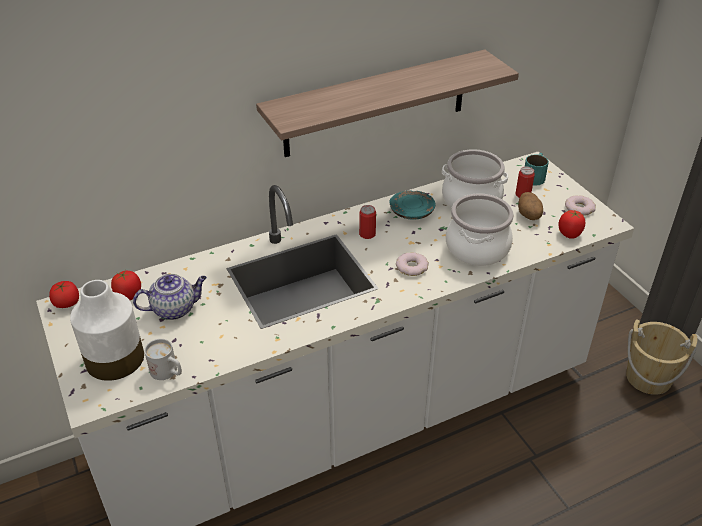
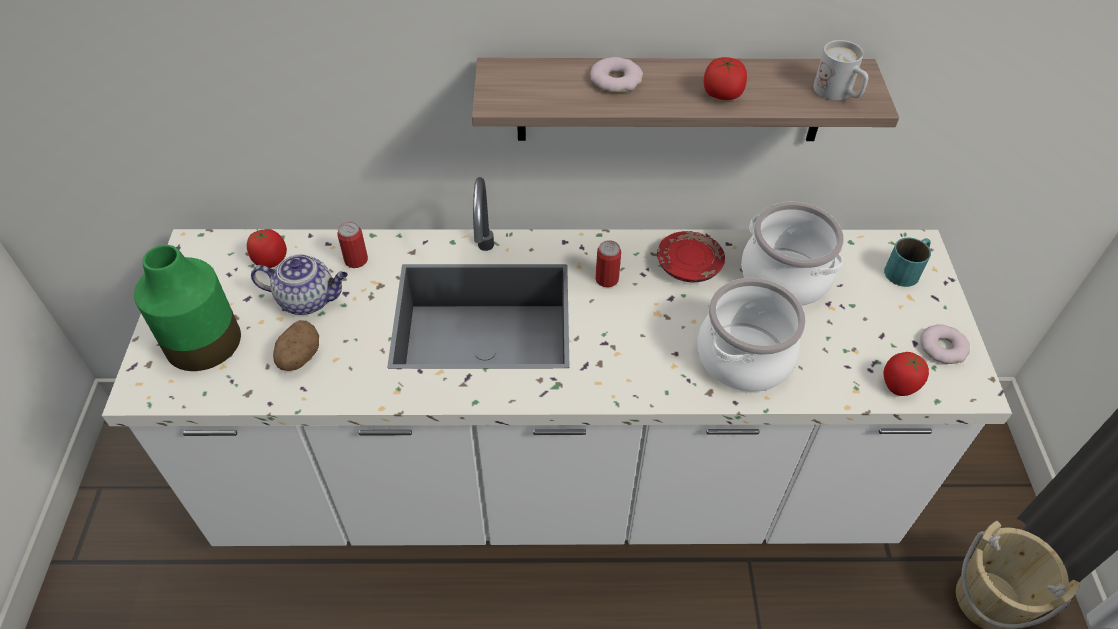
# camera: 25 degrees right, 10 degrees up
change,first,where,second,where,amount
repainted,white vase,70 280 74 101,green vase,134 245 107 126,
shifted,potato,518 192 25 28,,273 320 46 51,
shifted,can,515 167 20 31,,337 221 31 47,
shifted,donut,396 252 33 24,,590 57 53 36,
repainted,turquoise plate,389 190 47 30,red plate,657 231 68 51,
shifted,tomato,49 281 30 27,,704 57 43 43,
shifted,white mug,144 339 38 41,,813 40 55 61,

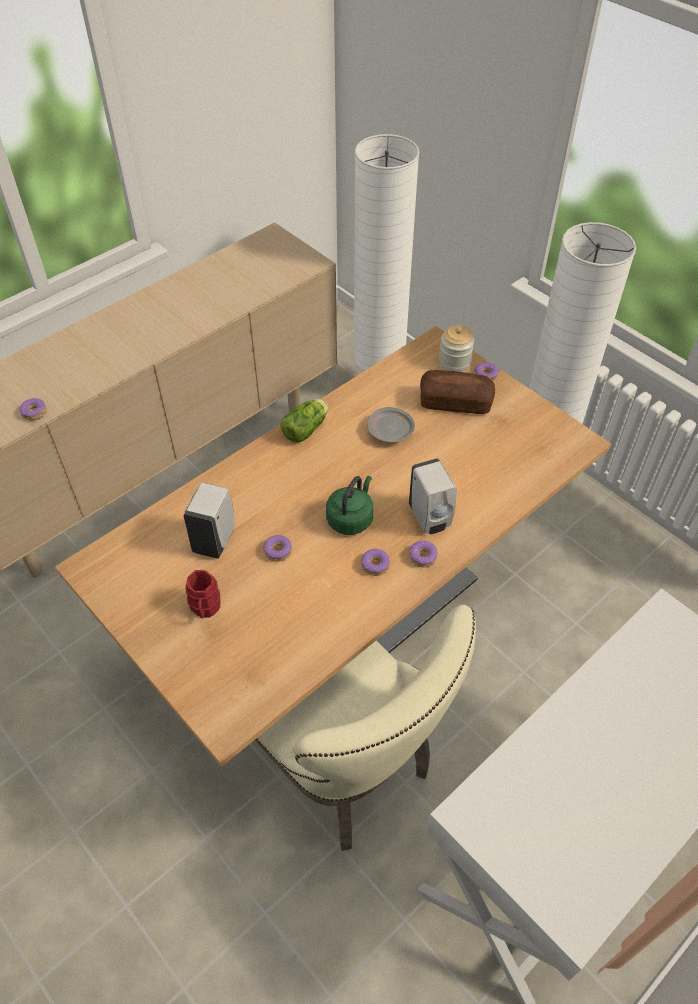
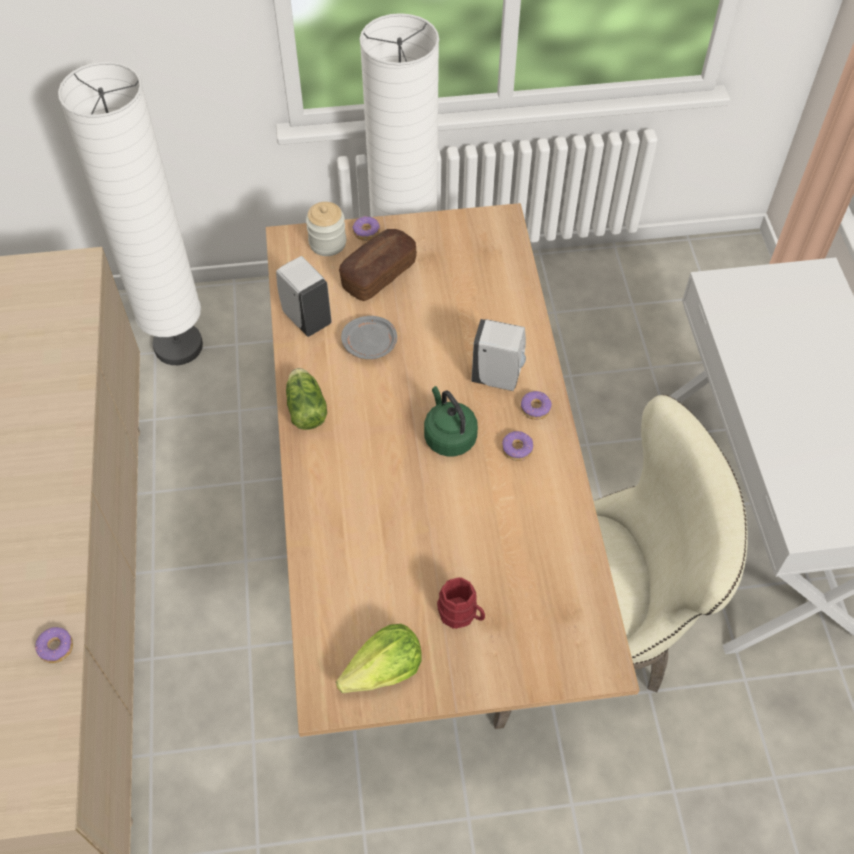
# camera: 55 degrees left, 5 degrees up
change,first,where,second,where,amount
shifted,white soap dispenser,183 483 52 76,,276 256 56 81,
new,,,lettuce,336 624 85 69,
gone,donut,263 535 29 27,,,

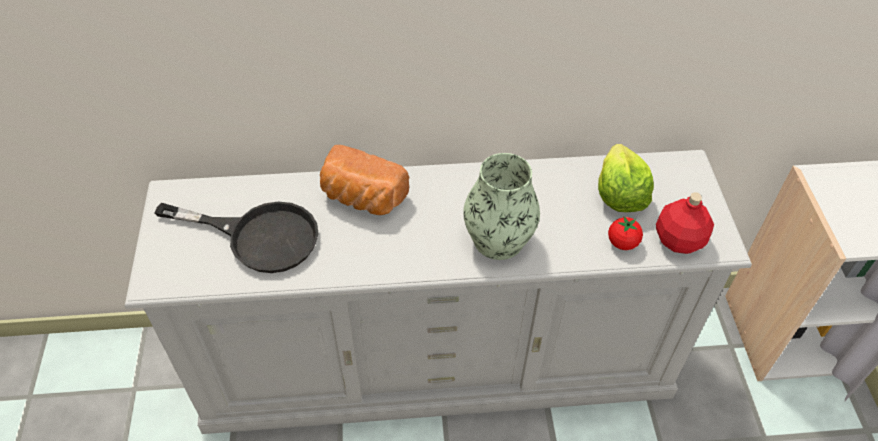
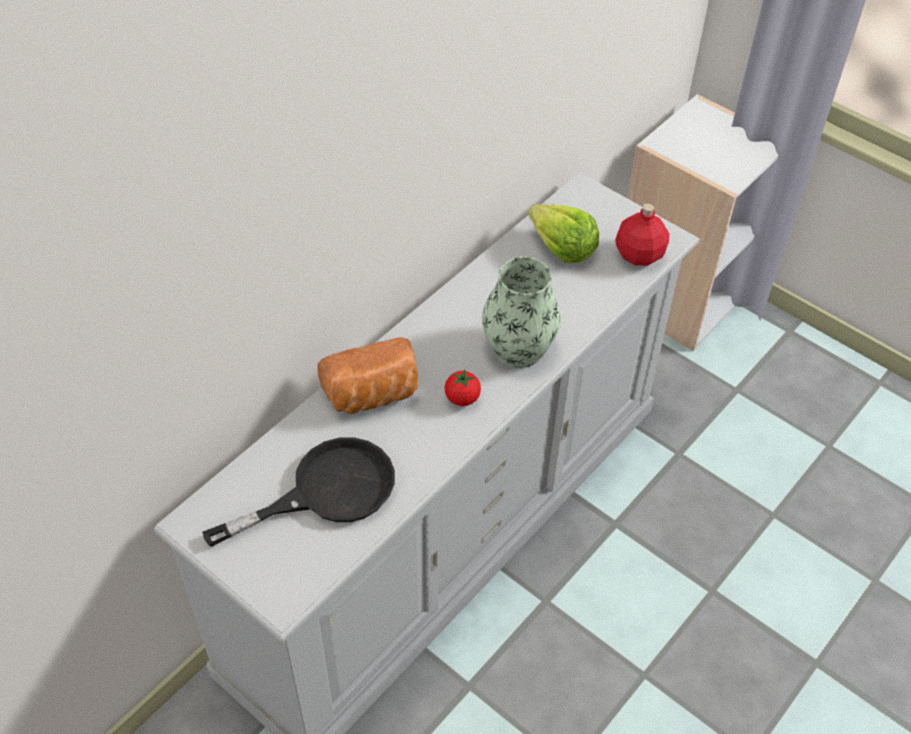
# camera: 45 degrees left, 0 degrees up
change,first,where,second,where,amount
shifted,tomato,608 216 35 34,,444 369 37 37,

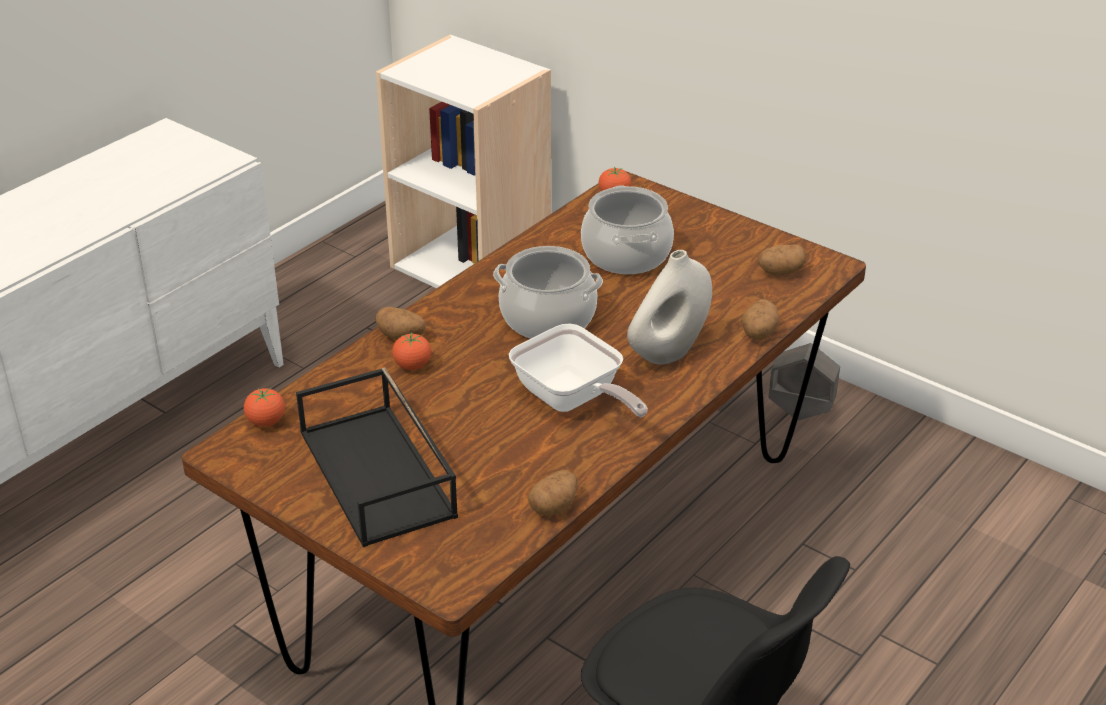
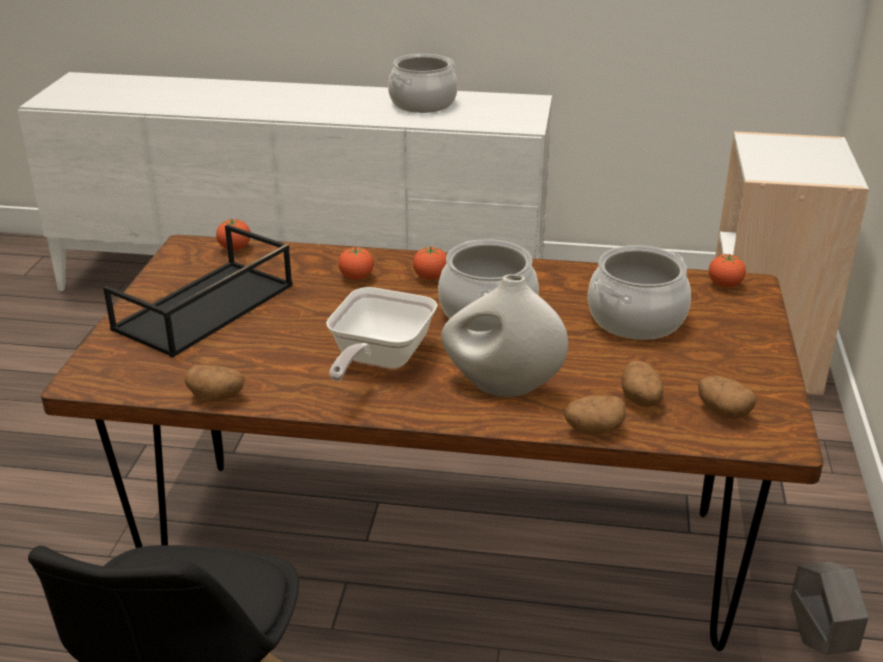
# camera: 60 degrees right, 5 degrees down
change,first,where,second,where,amount
new,,,cooking pot,388 54 70 59,
new,,,tomato,413 247 33 33,
shifted,potato,375 307 51 33,,622 360 41 47,

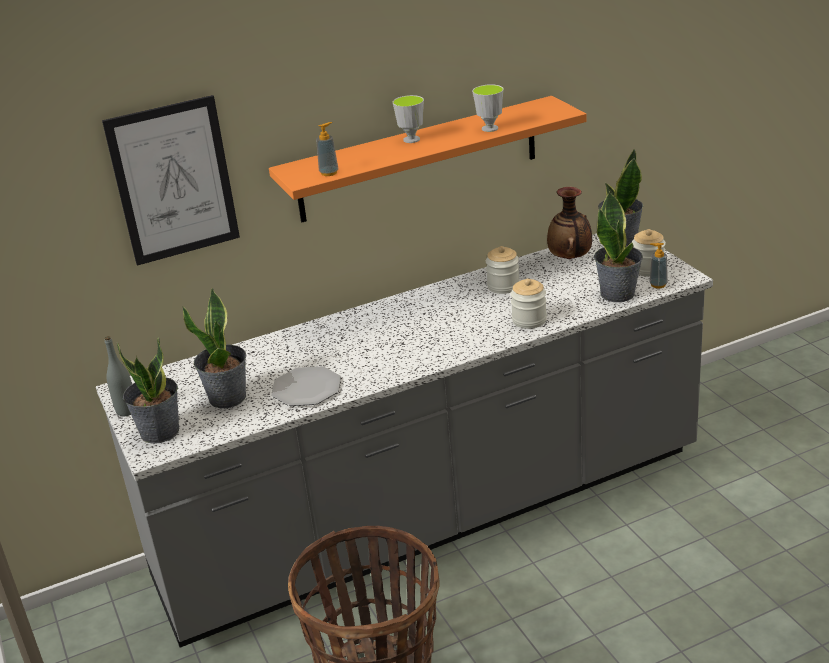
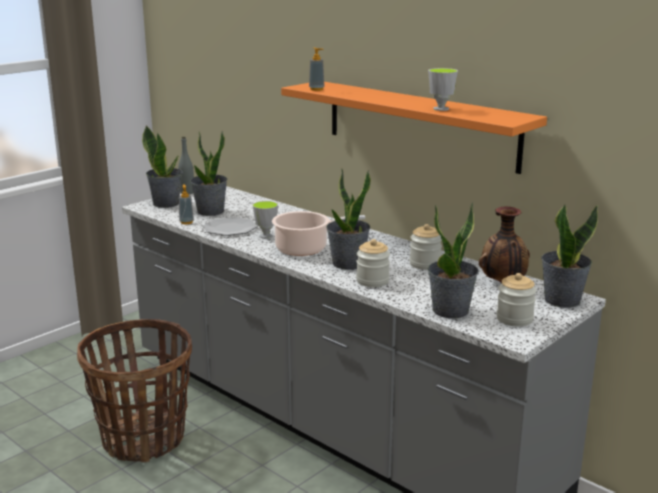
# camera: 65 degrees right, 10 degrees down
change,first,where,second,where,amount
shifted,soap dispenser,649 243 19 45,,179 184 15 40,
shifted,cup,393 95 31 48,,253 201 25 38,
new,,,cooking pot,272 211 93 45,
new,,,potted plant,326 169 45 101,
gone,picture,102 95 138 171,,,

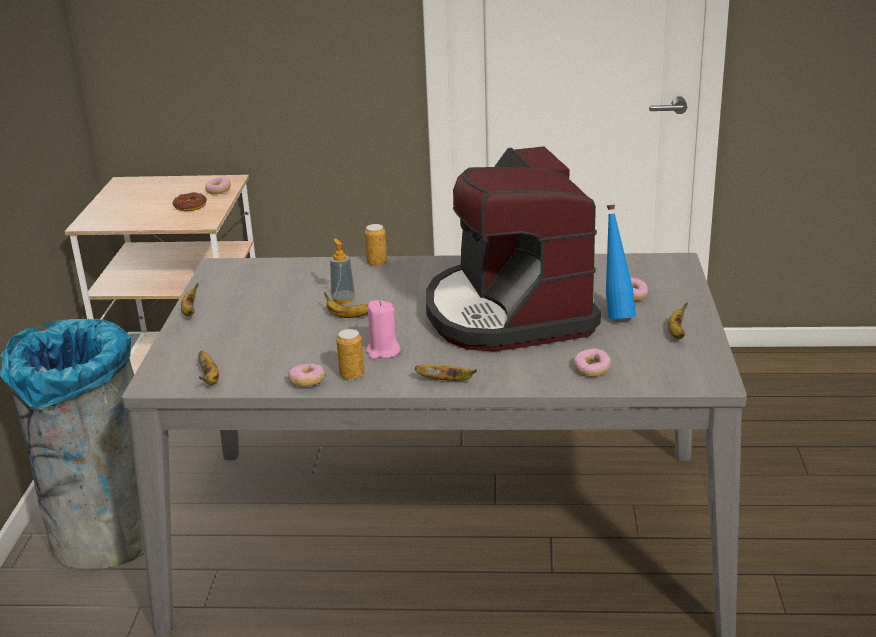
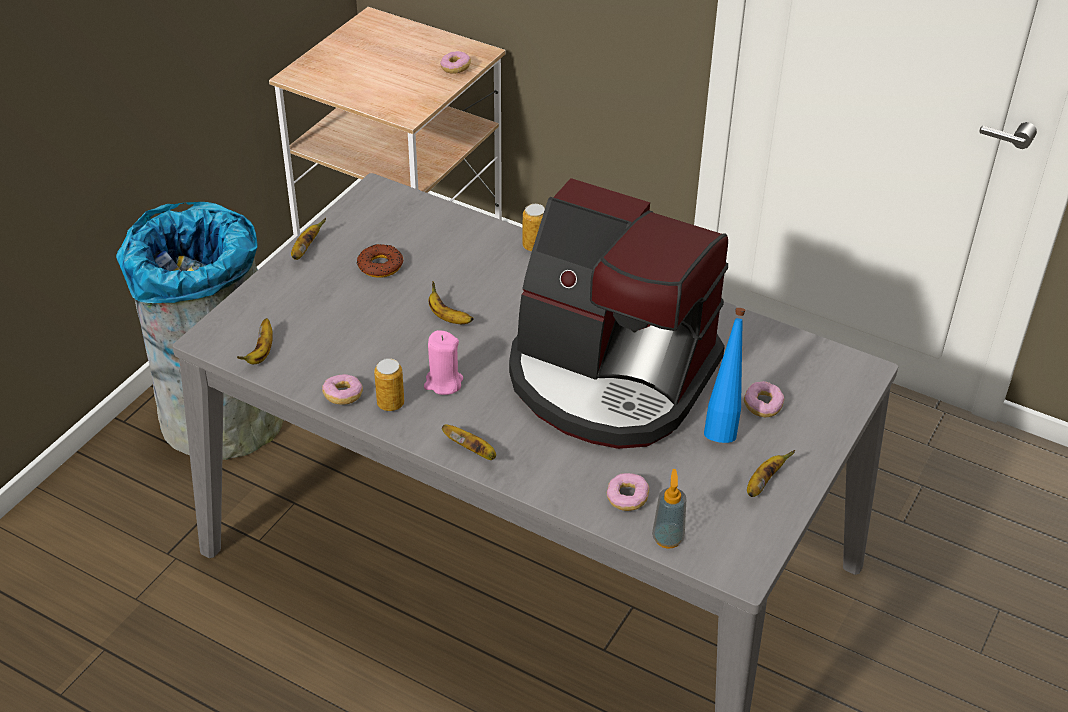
# camera: 25 degrees right, 15 degrees up
change,first,where,second,where,amount
shifted,donut,173 193 34 18,,357 244 46 33,
rotated,coffee machine,426 146 175 205,,509 178 219 271,75 degrees counterclockwise
shifted,soap dispenser,330 238 25 66,,652 469 34 80,

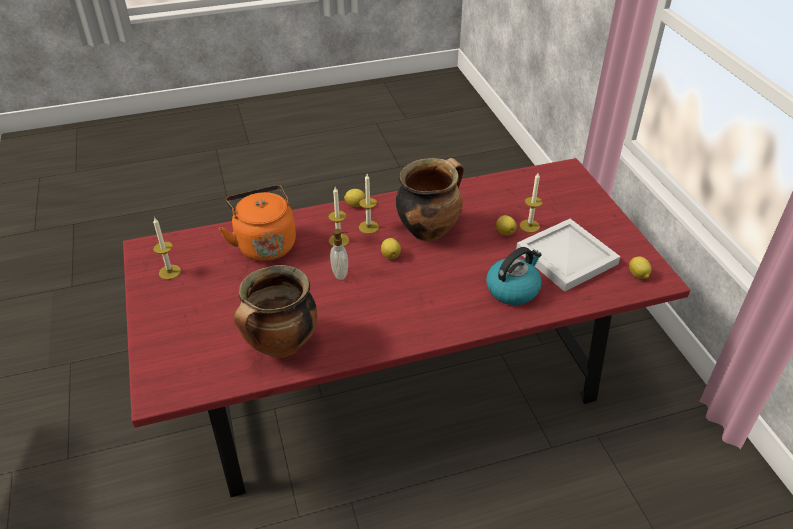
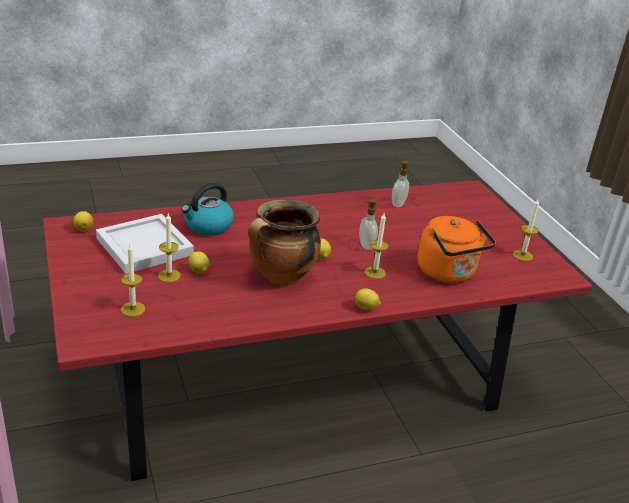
# camera: 175 degrees right, 10 degrees down
change,first,where,second,where,amount
shifted,candle,359 174 20 60,,121 244 24 73,
swapped,cooking pot,234 265 83 93,soap dispenser,392 161 22 47,

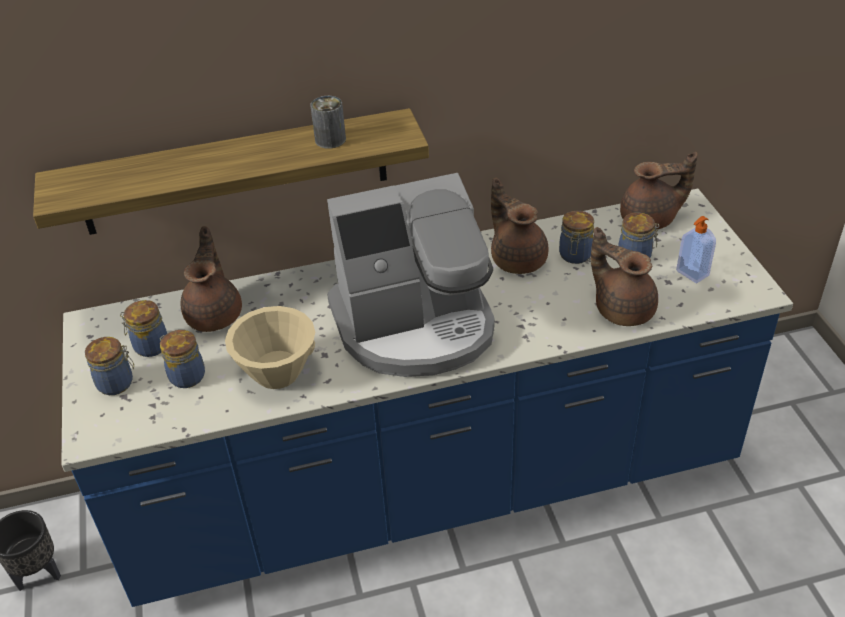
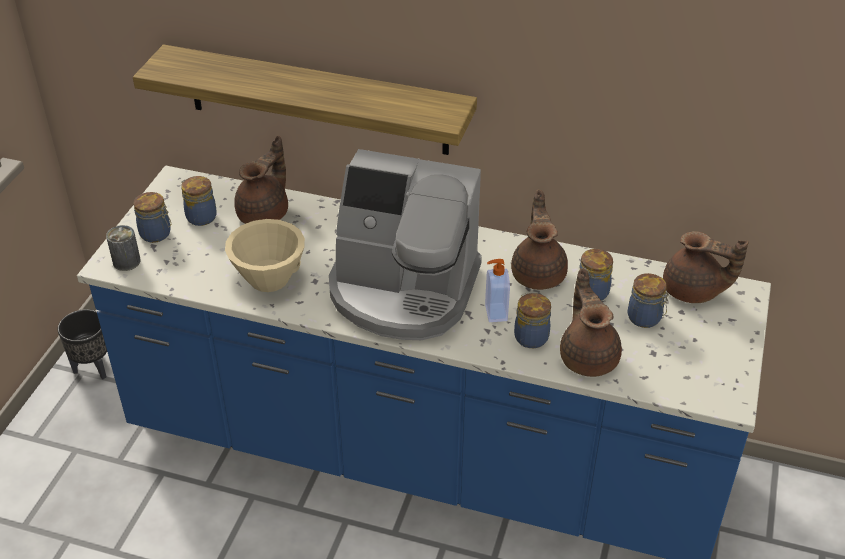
# camera: 30 degrees right, 0 degrees up
change,first,where,second,where,amount
shifted,can,310 96 36 53,,106 225 35 46,
shifted,soap dispenser,676 216 40 67,,485 259 25 63,
shifted,jar,160 330 45 58,,514 293 37 55,

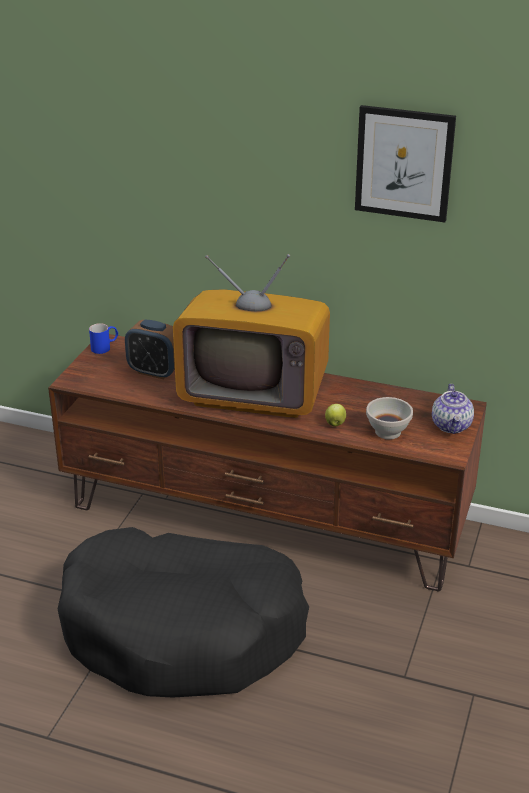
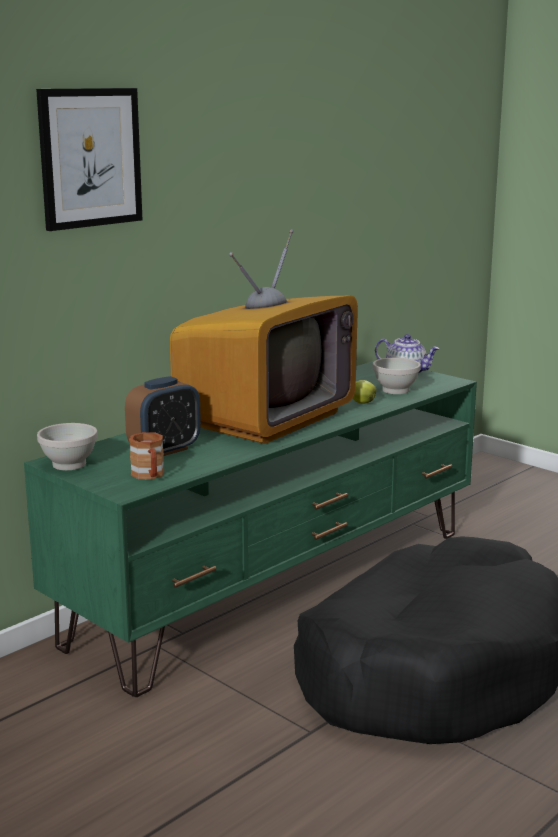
# camera: 65 degrees left, 15 degrees down
change,first,where,second,where,amount
repainted,brown tv stand,48 334 439 258,green tv stand,24 361 453 336,
shifted,picture,355 105 101 118,,36 88 106 143,
swapped,blue mug,89 323 29 31,white bowl,37 423 61 47,
new,,,brown mug,129 432 35 47,

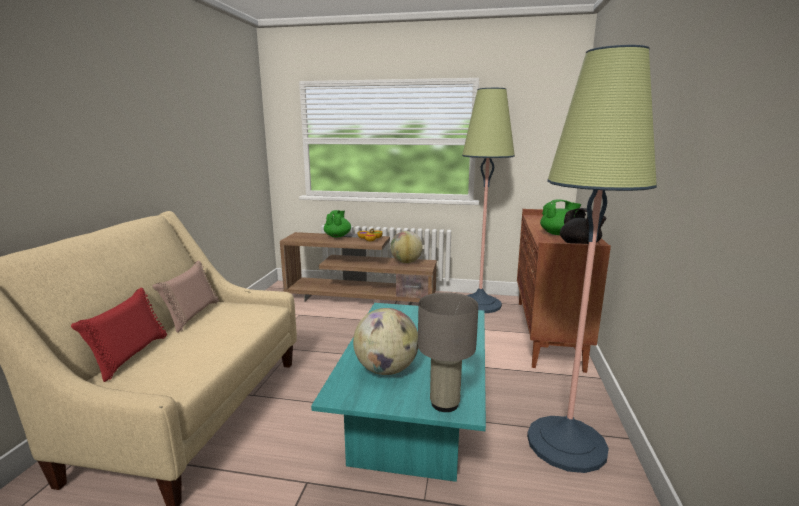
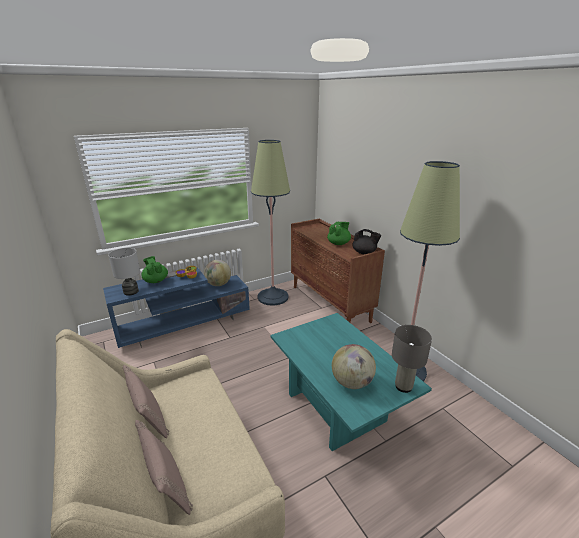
# camera: 40 degrees left, 10 degrees up
change,first,where,second,where,amount
repainted,brown tv stand,280 232 157 73,blue tv stand,103 267 147 81,
new,,,grey table lamp,108 248 32 48,
repainted,red pillow,71 288 96 94,beige pillow,135 420 58 95,

